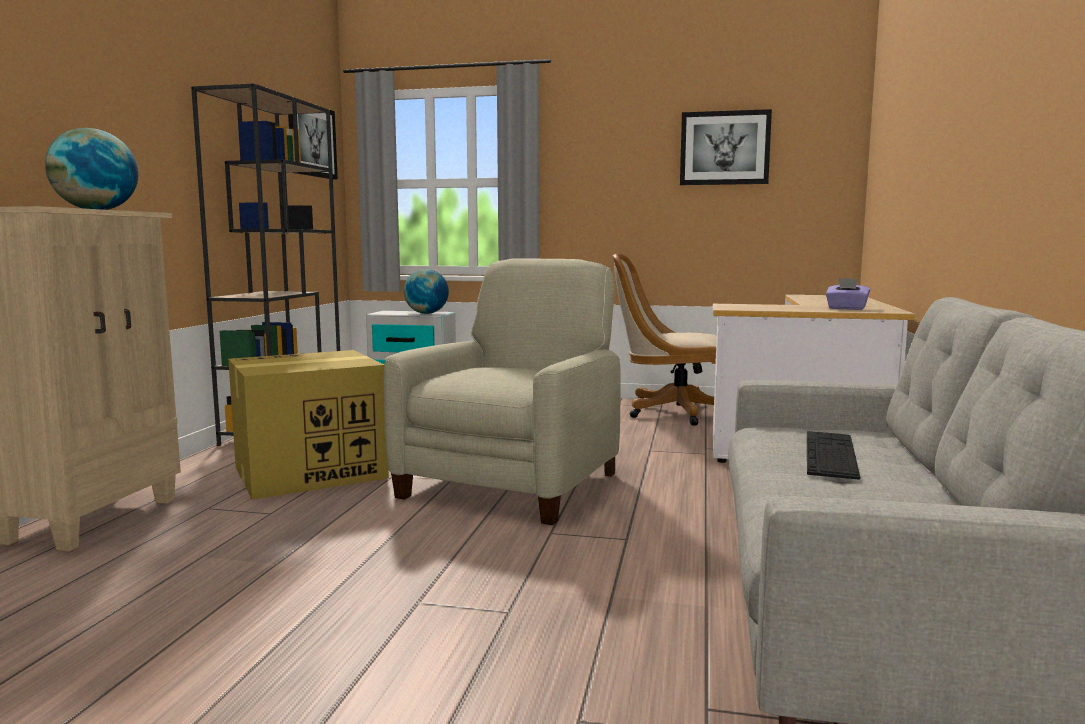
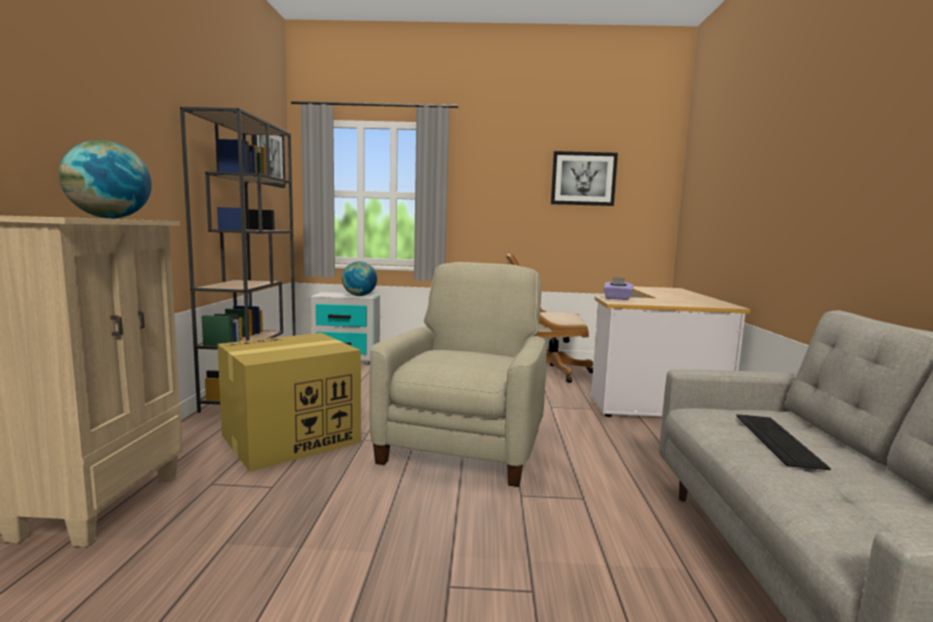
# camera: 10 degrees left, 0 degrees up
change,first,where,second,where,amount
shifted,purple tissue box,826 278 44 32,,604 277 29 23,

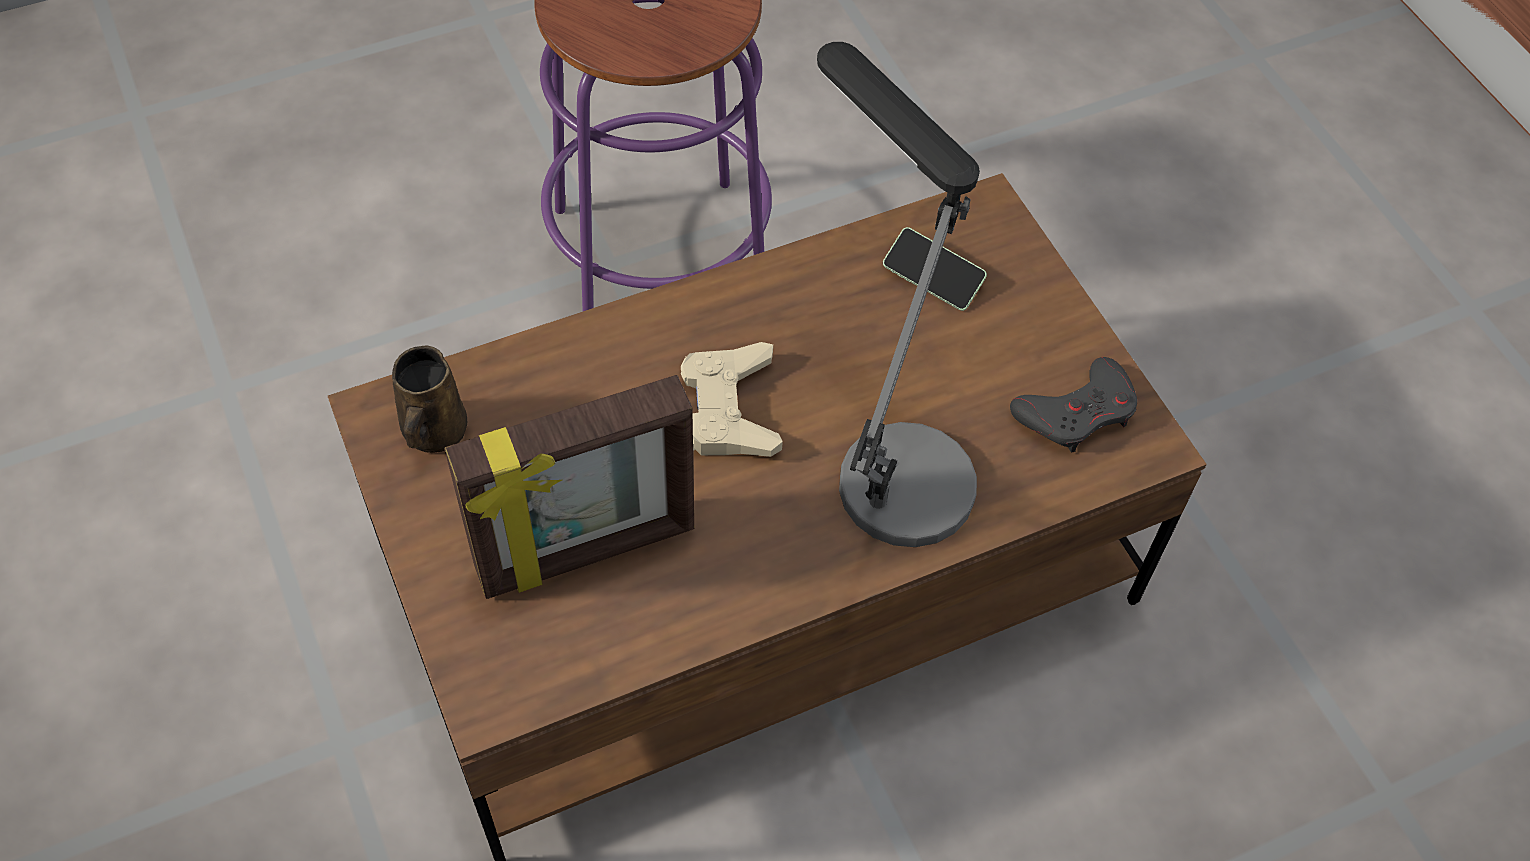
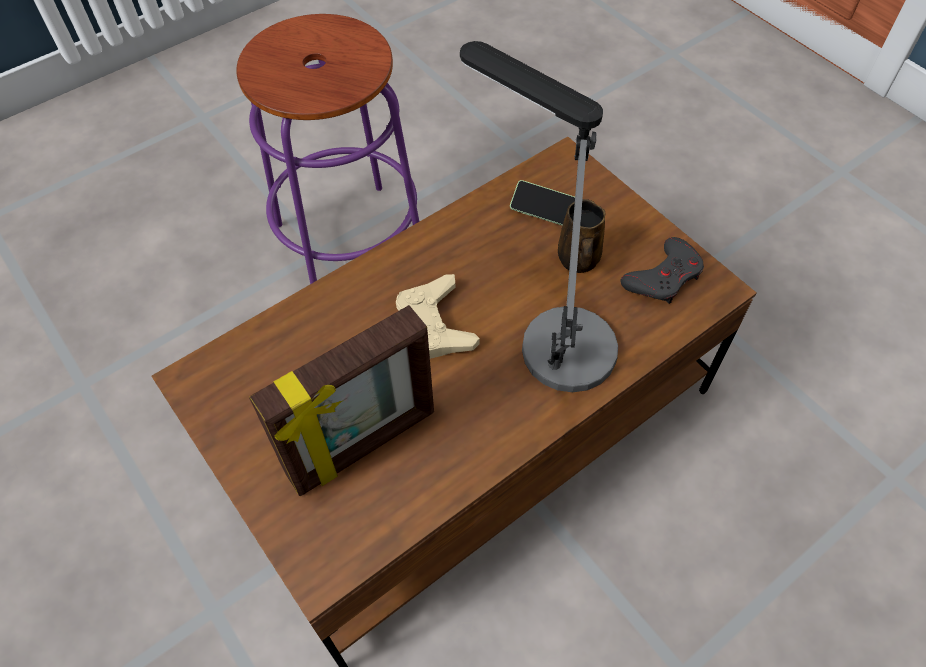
# camera: 10 degrees left, 0 degrees up
change,first,where,second,where,amount
shifted,brown mug,392 346 75 107,,558 199 47 74,

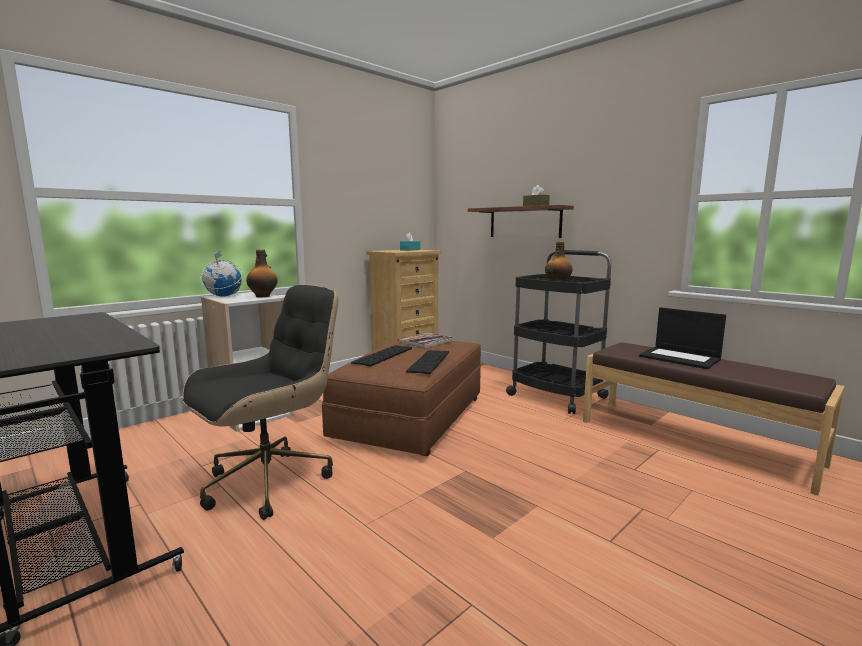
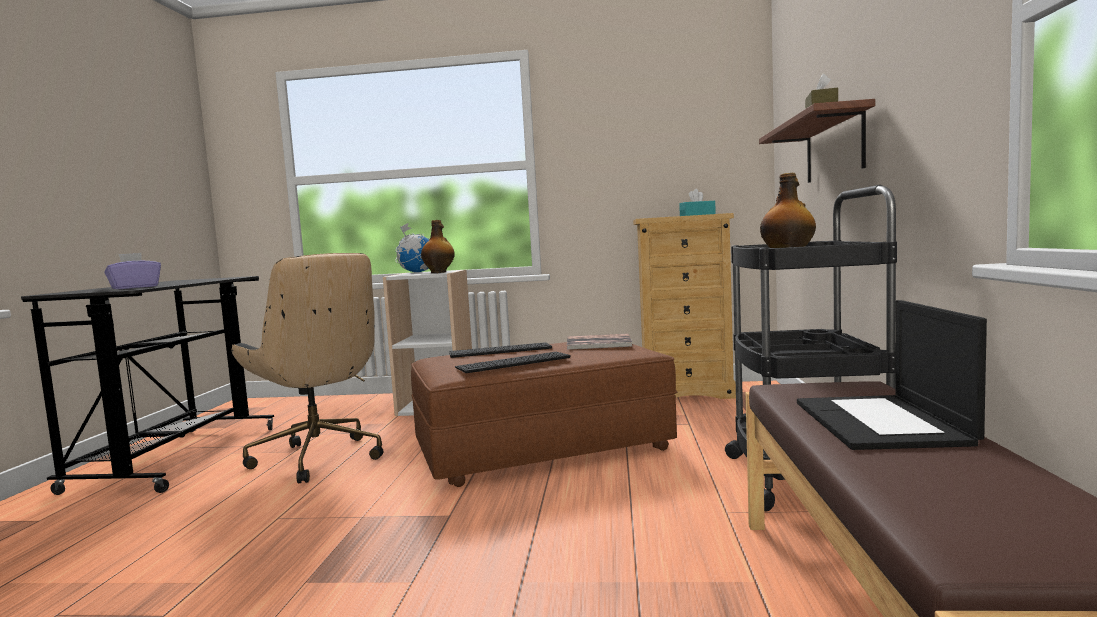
# camera: 50 degrees right, 5 degrees down
change,first,where,second,where,amount
new,,,purple tissue box,104 253 57 36,
rotated,black office chair,183 285 155 235,,232 253 151 230,45 degrees clockwise

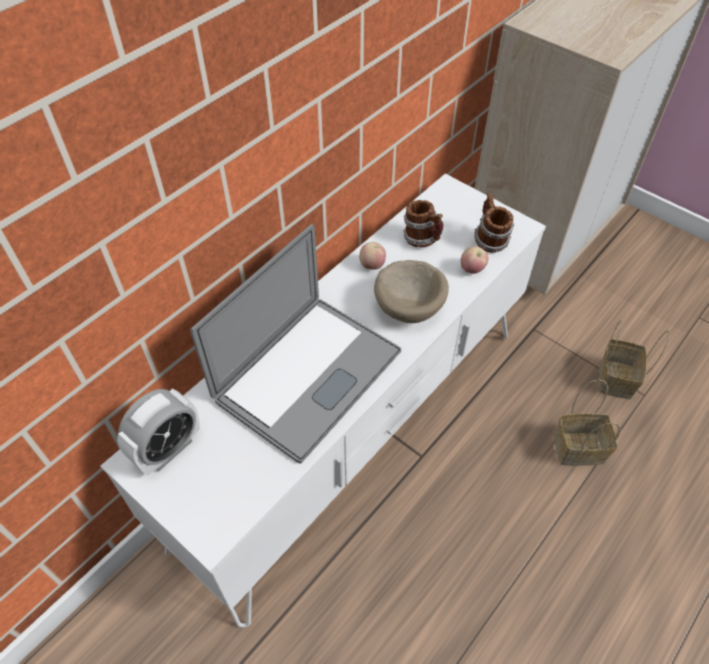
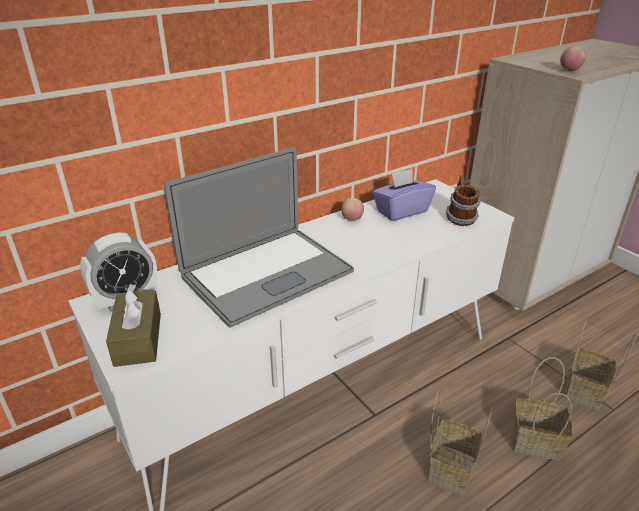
# camera: 15 degrees right, 20 degrees down
change,first,where,second,where,amount
new,,,brown tissue box,106 284 55 83,
swapped,mug,404 200 39 47,purple tissue box,372 169 64 52,
new,,,basket,427 390 66 105,
shifted,apple,461 246 27 28,,560 46 26 25,
gone,beige bowl,374 260 75 63,,,

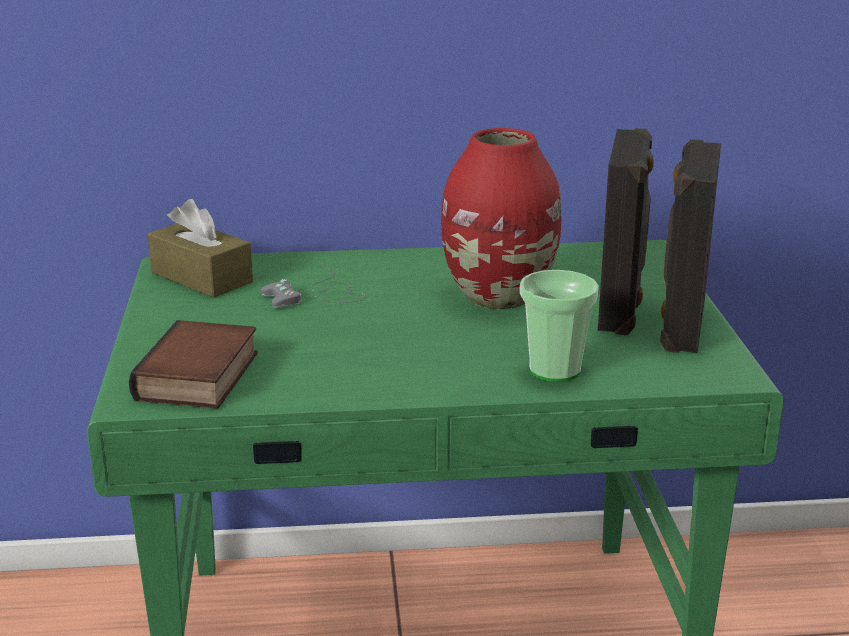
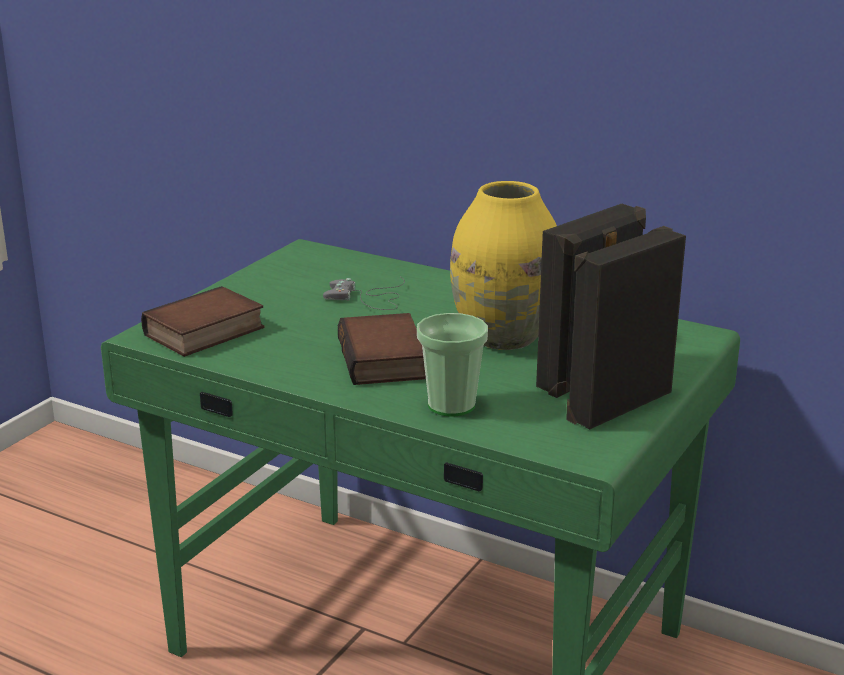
# camera: 35 degrees right, 0 degrees up
change,first,where,second,where,amount
new,,,book,338 313 88 72,
repainted,red vase,441 128 121 181,yellow vase,450 181 107 169,
gone,brown tissue box,148 199 105 99,,,

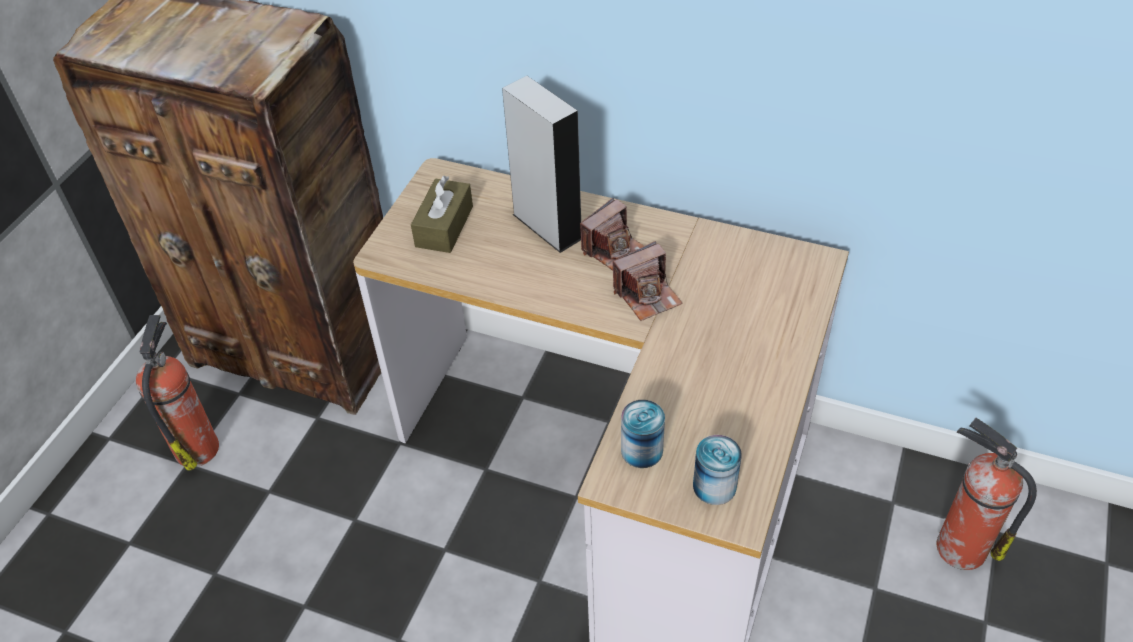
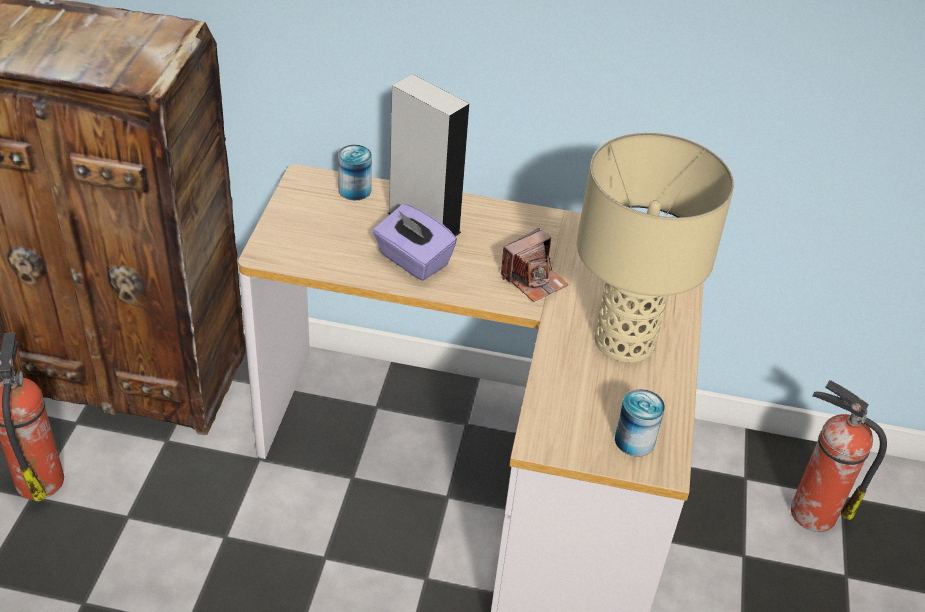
# camera: 15 degrees left, 5 degrees down
change,first,where,second,where,amount
shifted,can,621 400 44 68,,338 145 34 56,
new,,,purple tissue box,373 204 84 77,
new,,,beige table lamp,577 132 157 231,
gone,brown tissue box,411 176 62 77,,,
gone,photo camera,580 198 64 73,,,

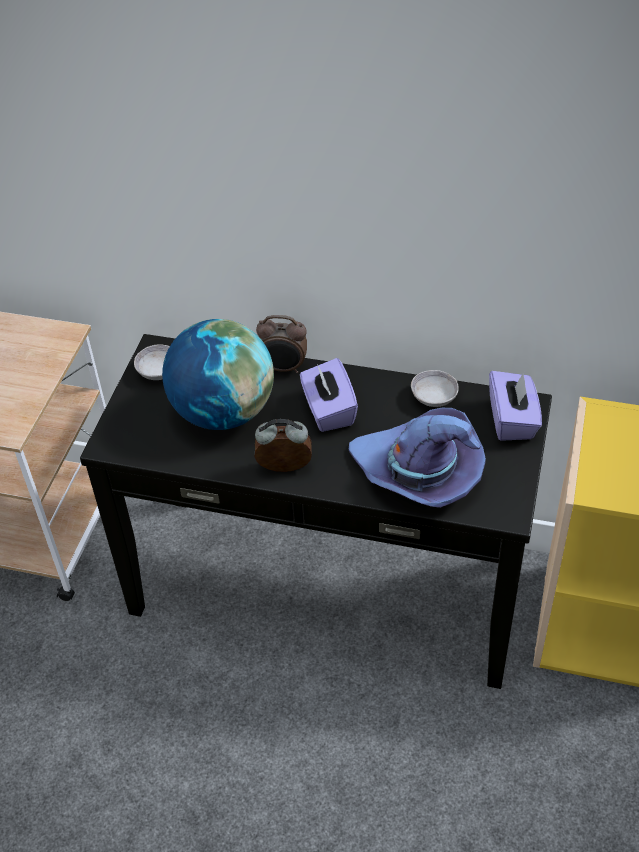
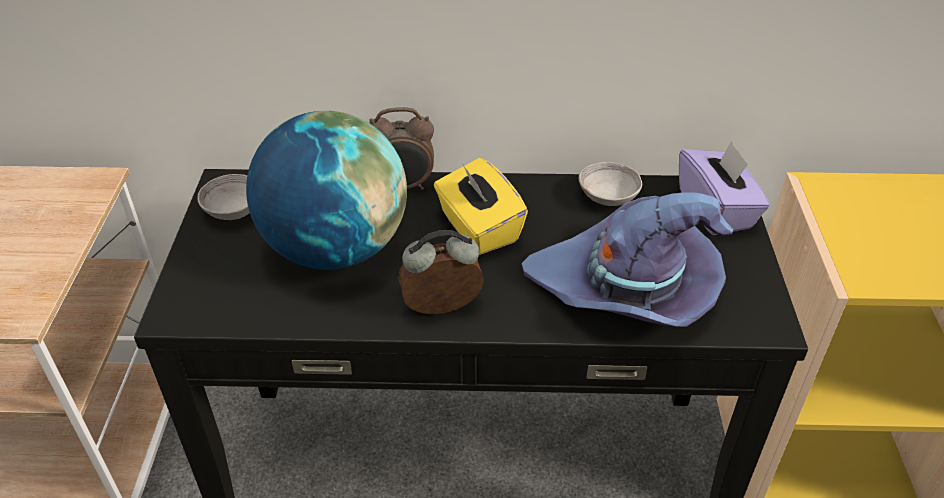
# camera: 15 degrees left, 5 degrees down
change,first,where,second,where,amount
repainted,purple tissue box,300 358 58 74,yellow tissue box,434 158 94 97,

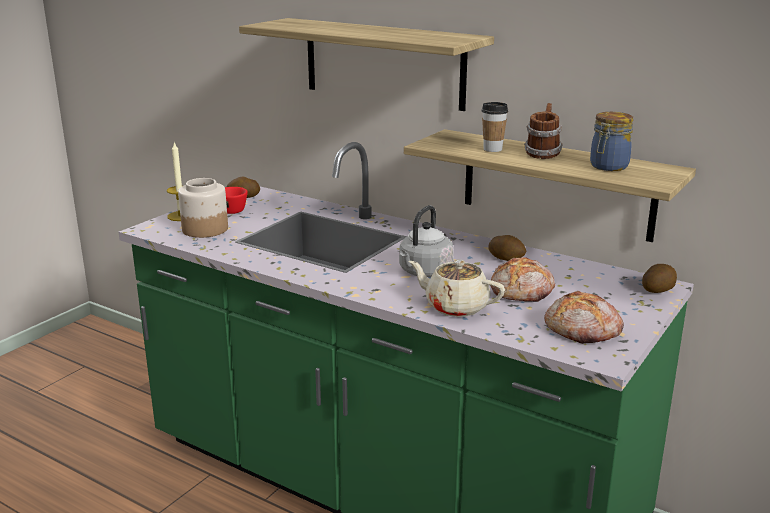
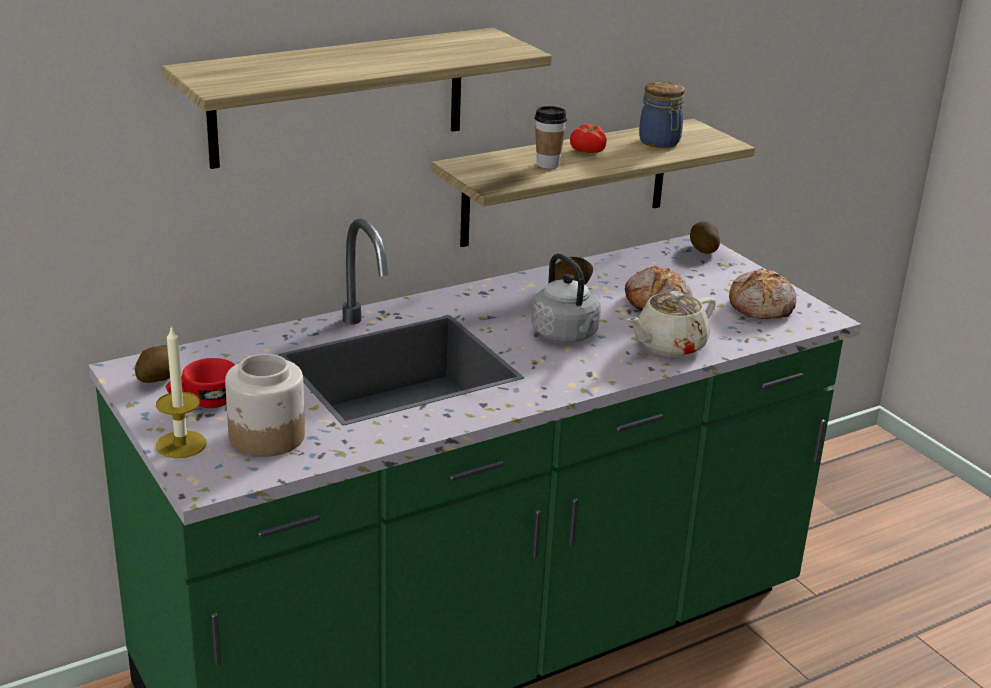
# camera: 65 degrees left, 5 degrees up
change,first,where,second,where,amount
swapped,mug,524 103 39 56,tomato,570 124 37 29,

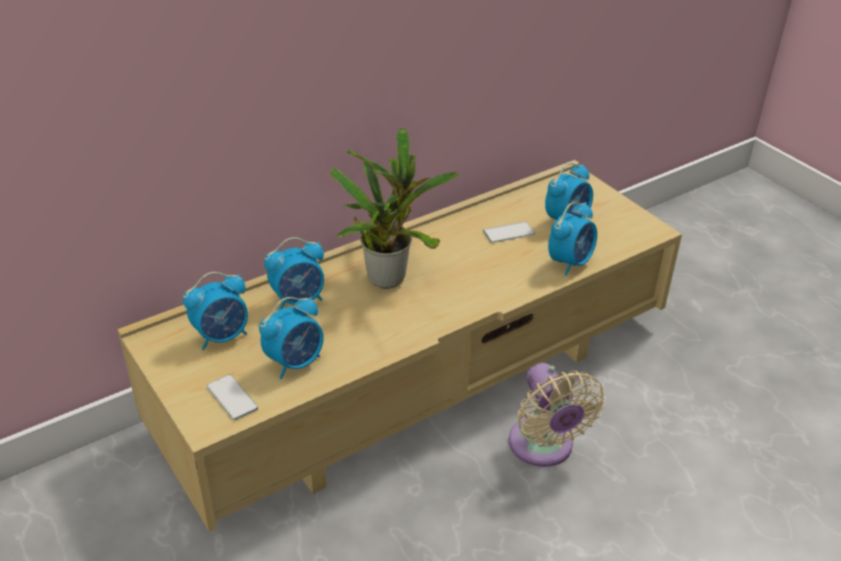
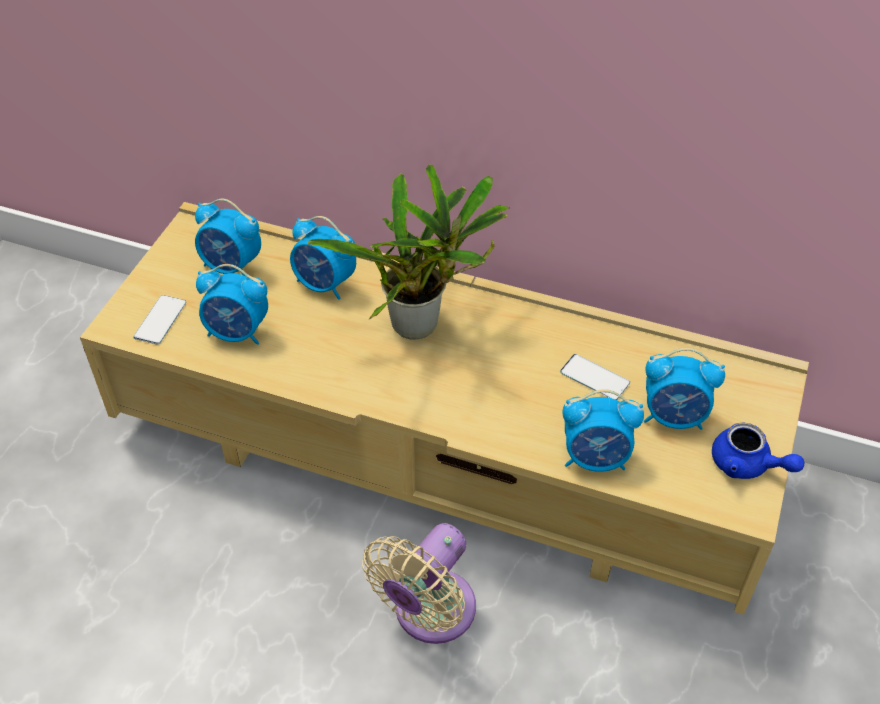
# camera: 55 degrees right, 10 degrees up
change,first,where,second,where,amount
new,,,blue teapot,712 423 92 56,

